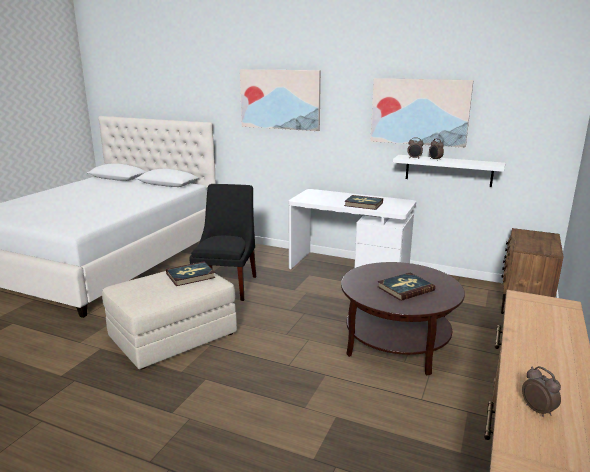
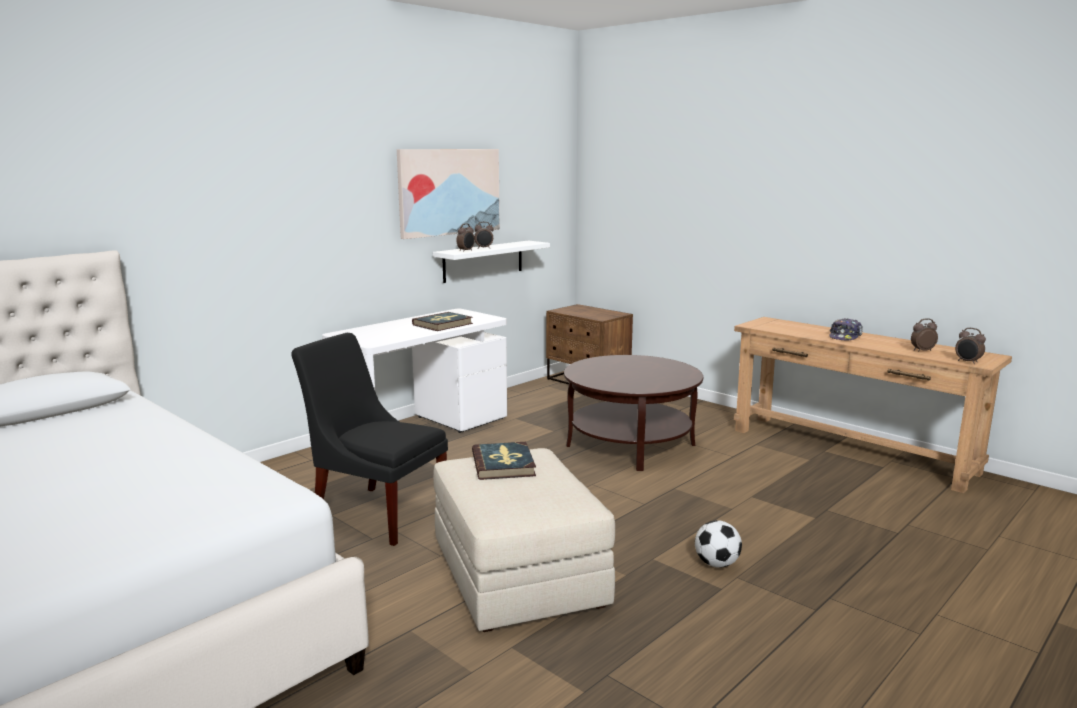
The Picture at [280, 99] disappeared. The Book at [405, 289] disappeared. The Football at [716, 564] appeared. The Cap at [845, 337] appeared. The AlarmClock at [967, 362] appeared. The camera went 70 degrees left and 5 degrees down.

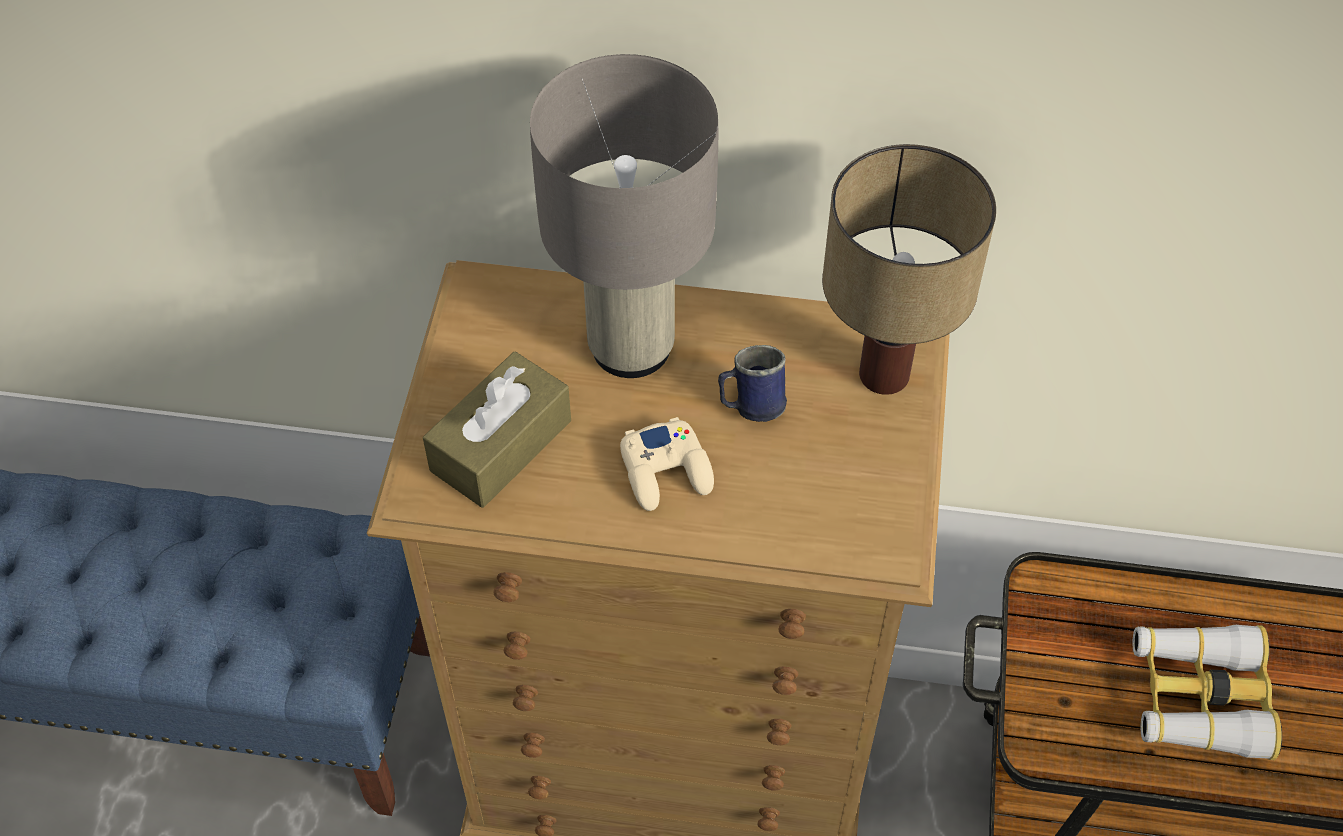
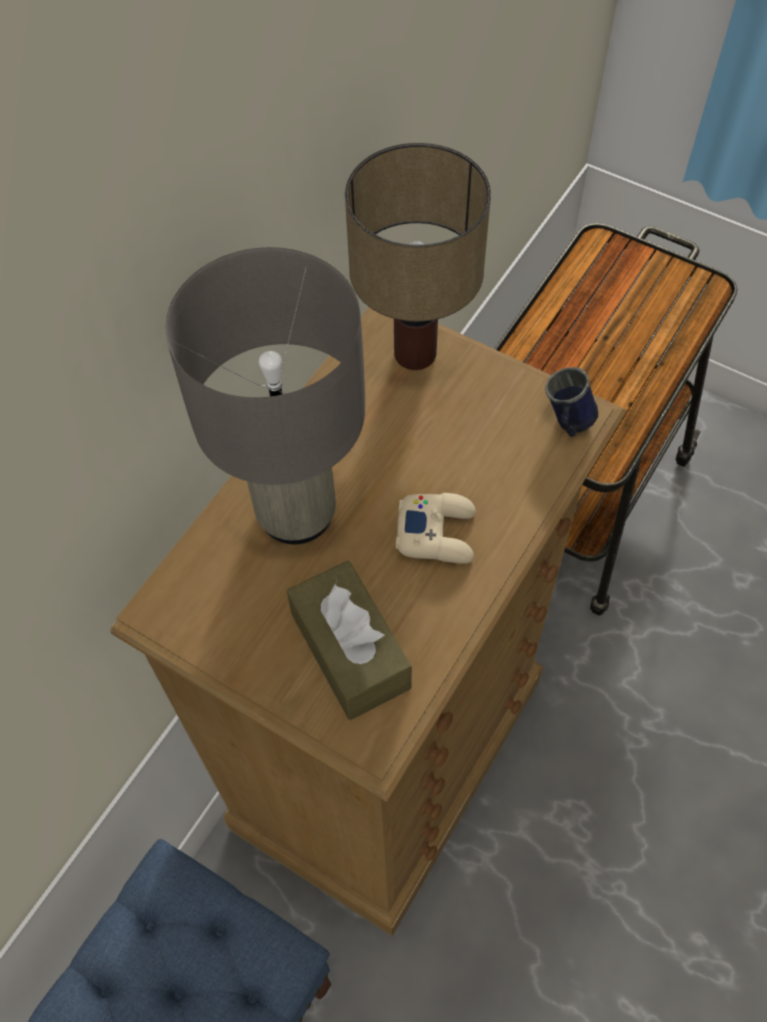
The BlueMug moved from [750, 405] to [567, 424]. The Binoculars at [1198, 698] disappeared. The camera went 65 degrees left and 5 degrees up.

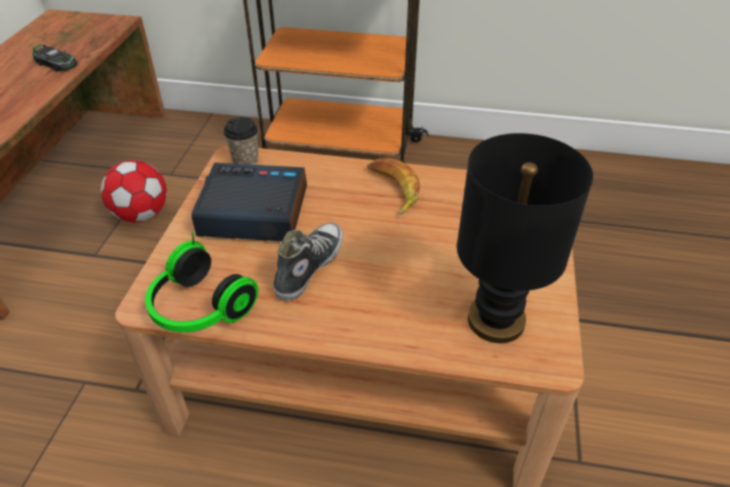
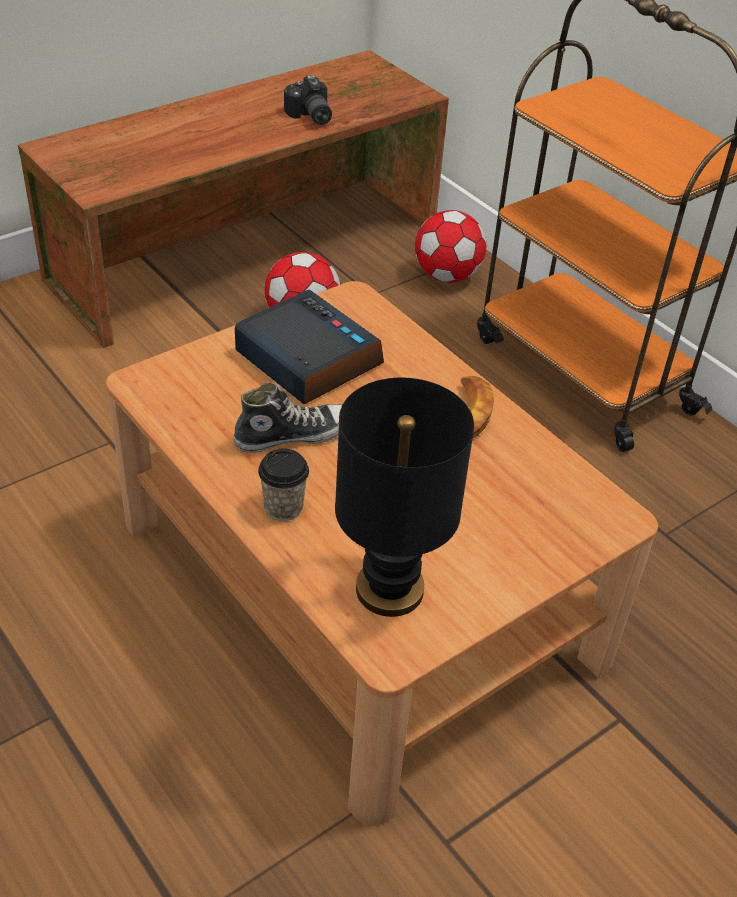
The ToyCar at [56, 63] was replaced by the PhotoCamera at [309, 117]. The Headphones at [198, 309] disappeared. The Cup moved from [245, 160] to [283, 507]. The Football at [446, 276] appeared. The camera went 40 degrees right and 0 degrees up.

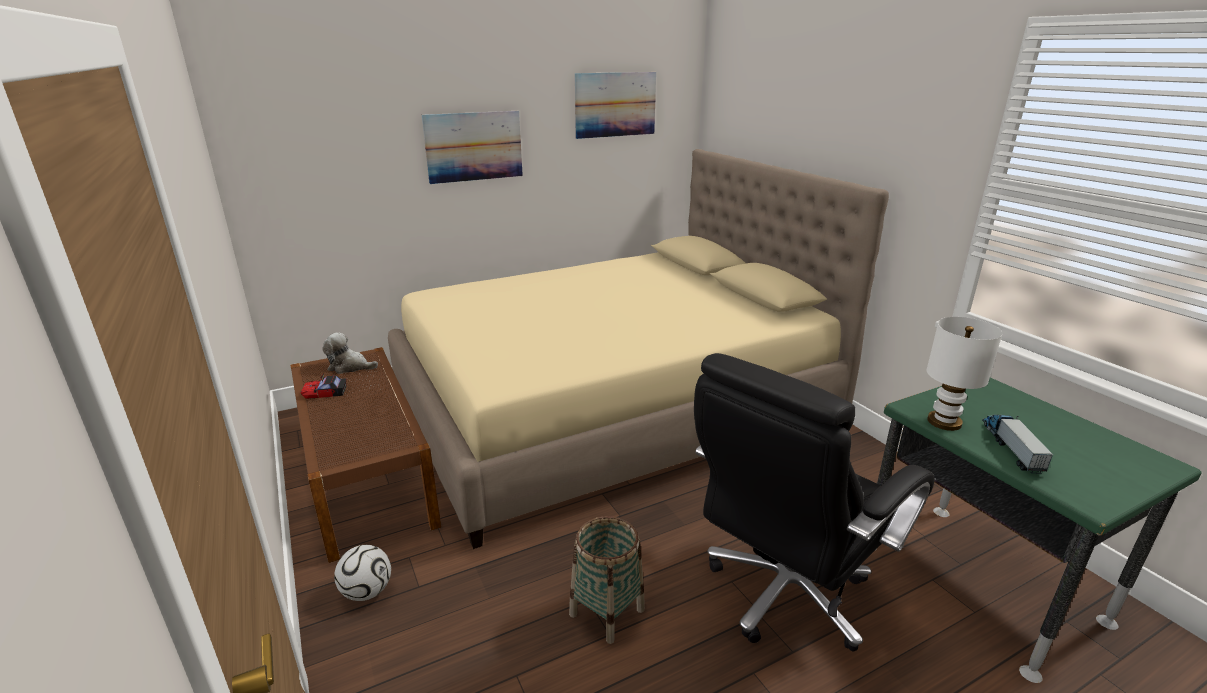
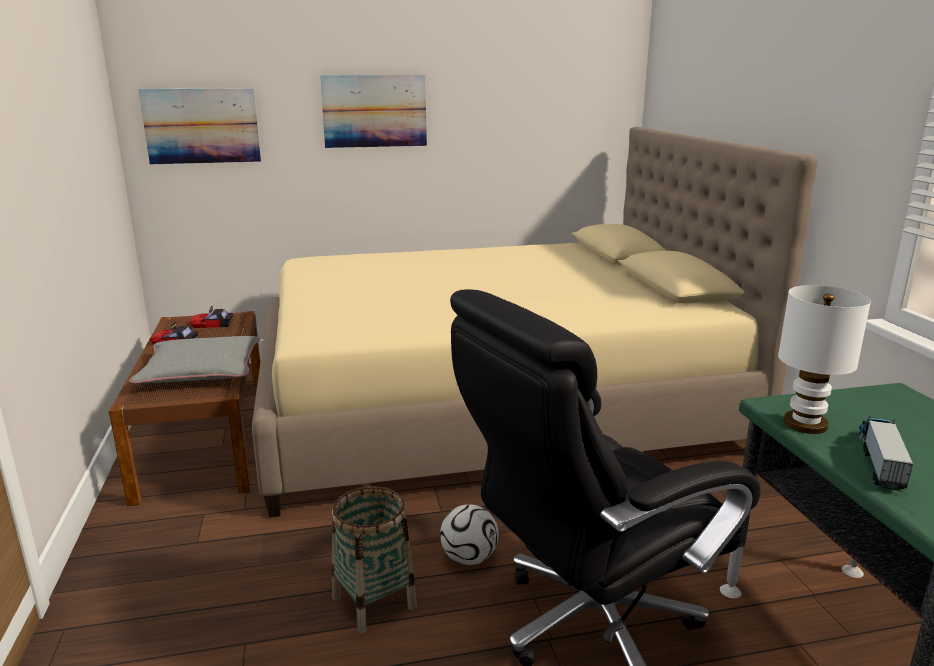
The PlushToy at [350, 367] was replaced by the ToyCar at [212, 324]. The Football moved from [367, 591] to [469, 558]. The Picture moved from [615, 104] to [201, 126]. The GreyPillow at [201, 370] appeared. The camera went 15 degrees right and 5 degrees down.

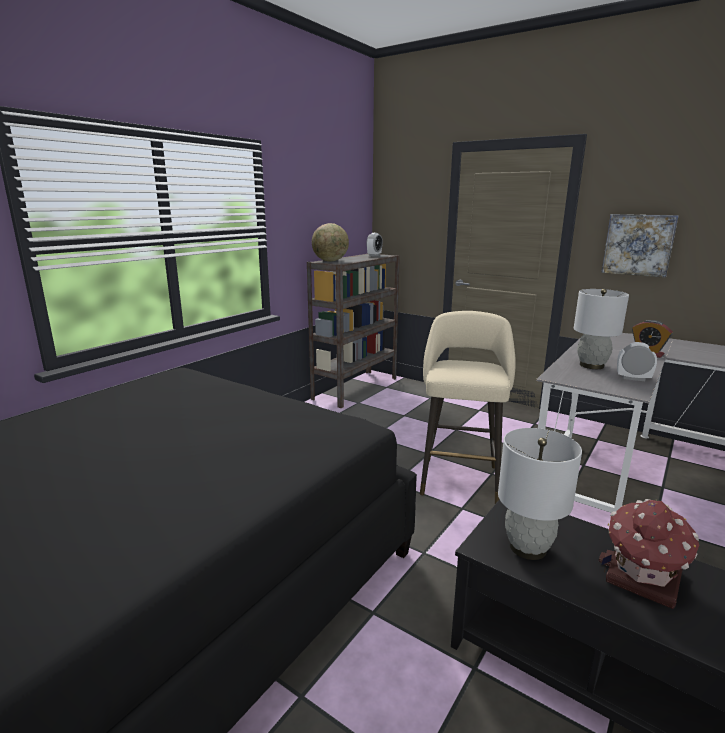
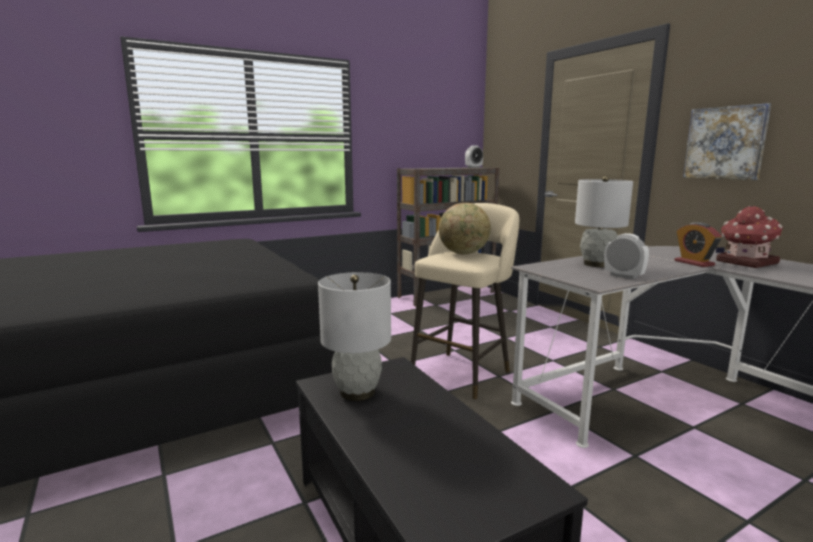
The Globe moved from [330, 261] to [464, 254]. The ToyHouse moved from [642, 577] to [745, 262]. The camera went 25 degrees right and 5 degrees down.

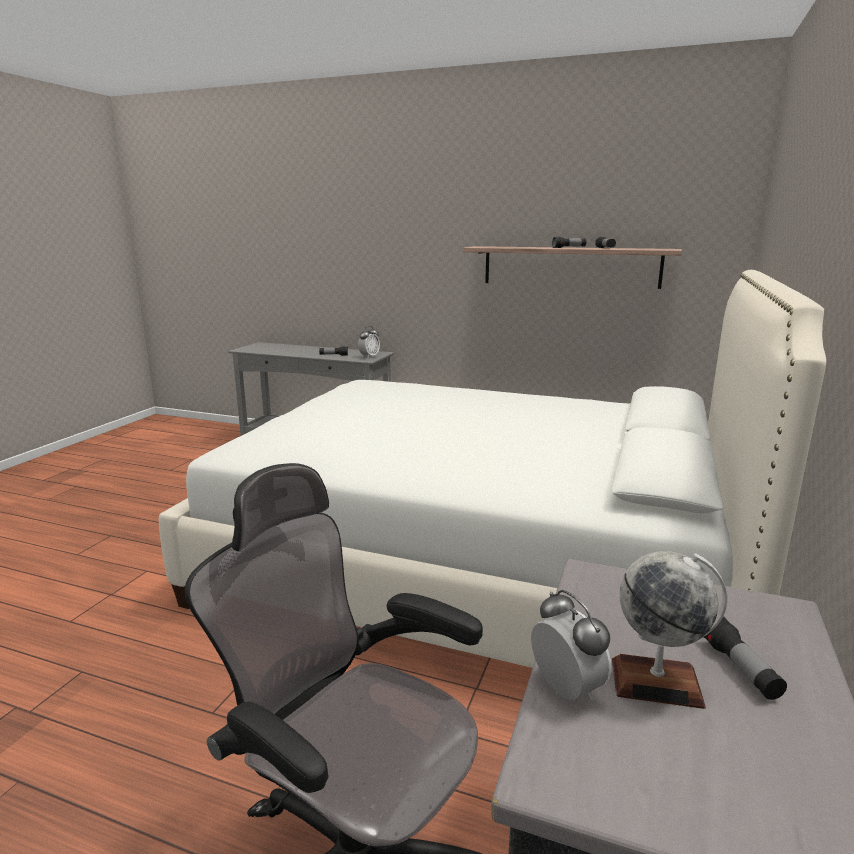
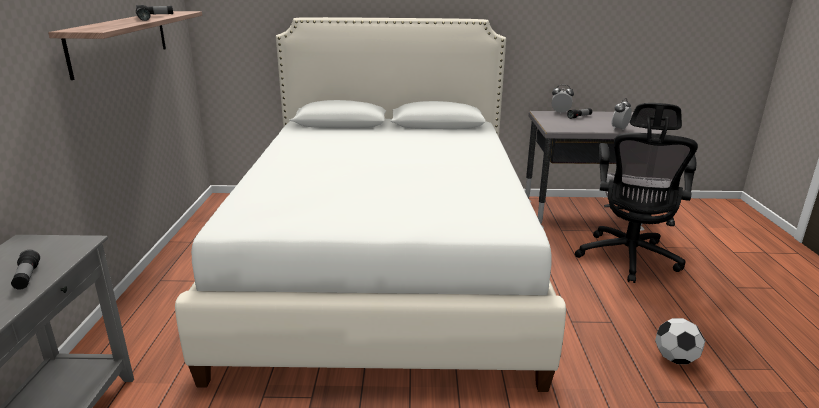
The AlarmClock moved from [369, 356] to [560, 112]. The Globe at [656, 682] disappeared. The Football at [675, 359] appeared. The camera went 110 degrees left and 5 degrees up.

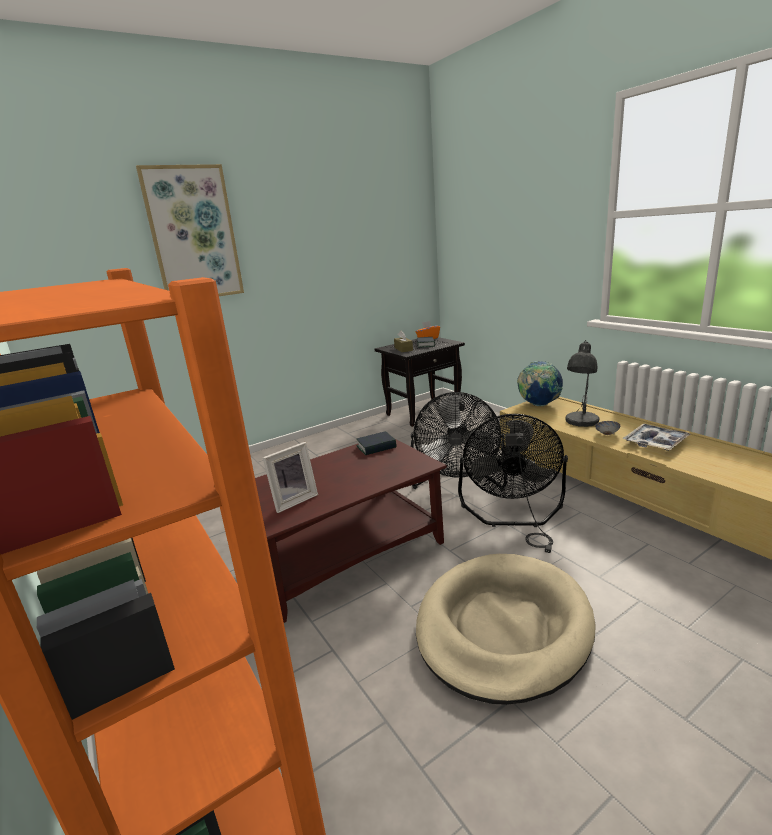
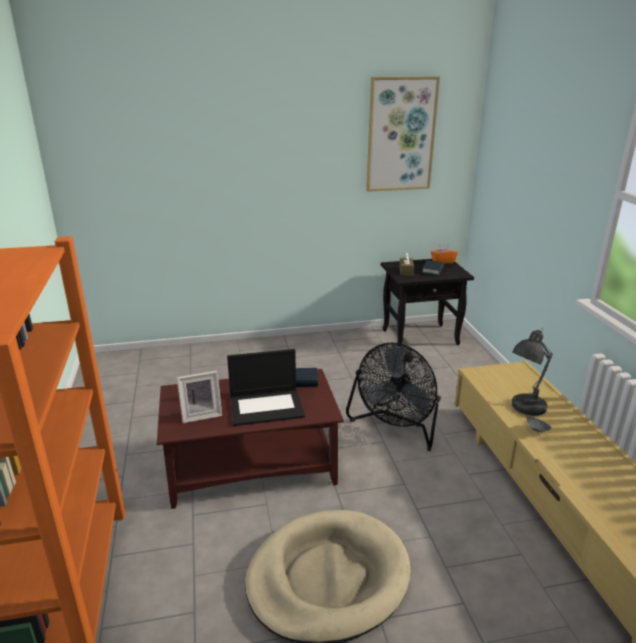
The Picture moved from [193, 234] to [401, 135]. The BlackFan at [516, 518] disappeared. The Globe at [538, 405] disappeared. The Tray at [655, 442] disappeared. The Laptop at [267, 406] appeared. The camera went 20 degrees right and 5 degrees up.

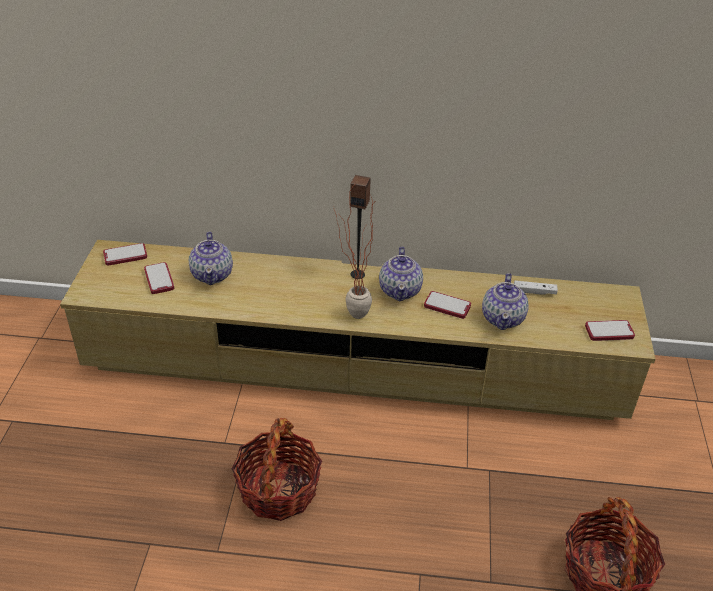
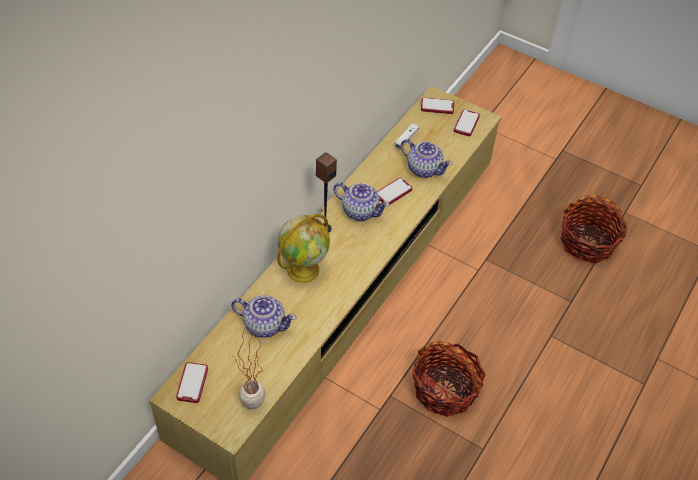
The Phone moved from [159, 279] to [437, 106]. The PottedPlant moved from [350, 317] to [251, 411]. The Globe at [303, 269] appeared. The camera went 65 degrees left and 10 degrees up.

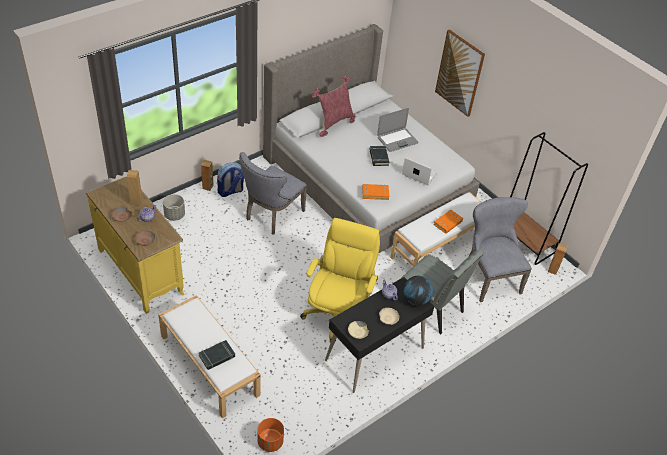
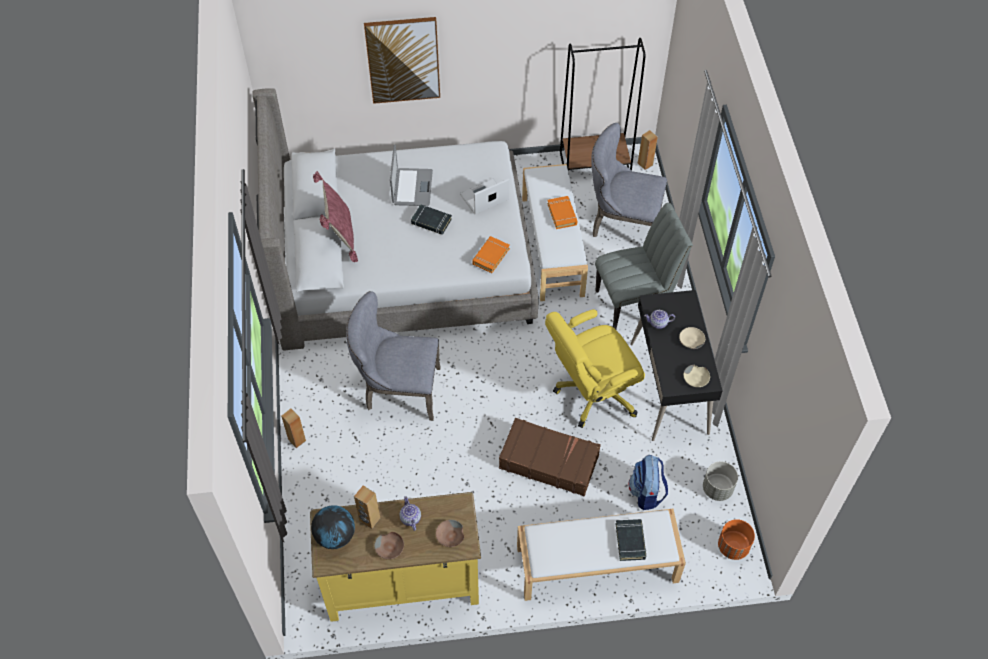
The GreyPlanter moved from [174, 215] to [717, 489]. The Backpack moved from [230, 191] to [646, 493]. The GreyChair at [271, 216] turned 120 degrees clockwise. The YellowOfficeChair at [338, 312] turned 75 degrees counterclockwise. The Globe moved from [416, 300] to [335, 536]. The BrownSuitcase at [549, 461] appeared. The camera went 55 degrees left and 10 degrees up.

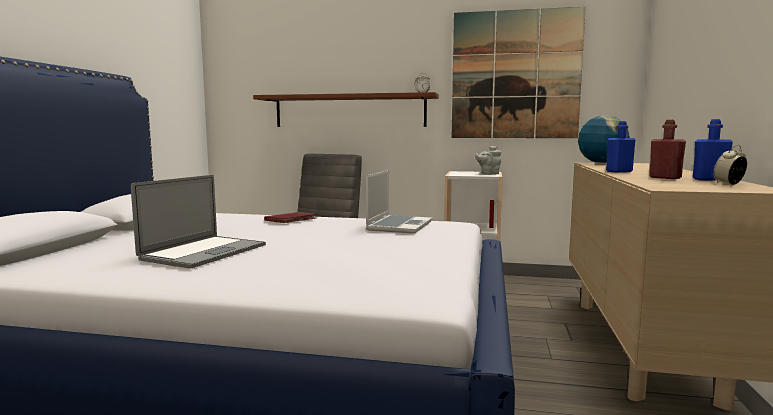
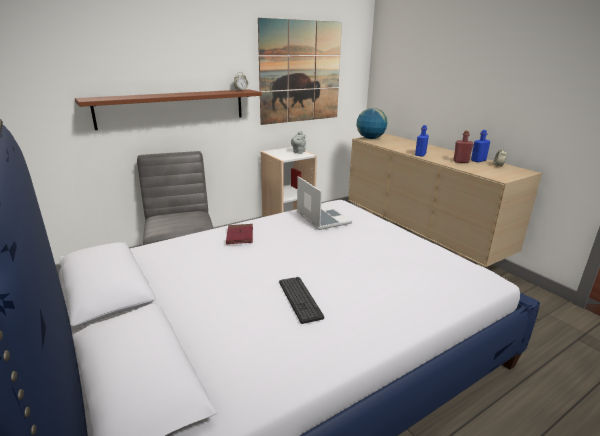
The Laptop at [204, 252] was replaced by the Keyboard at [300, 299]. The camera went 45 degrees left and 15 degrees up.

